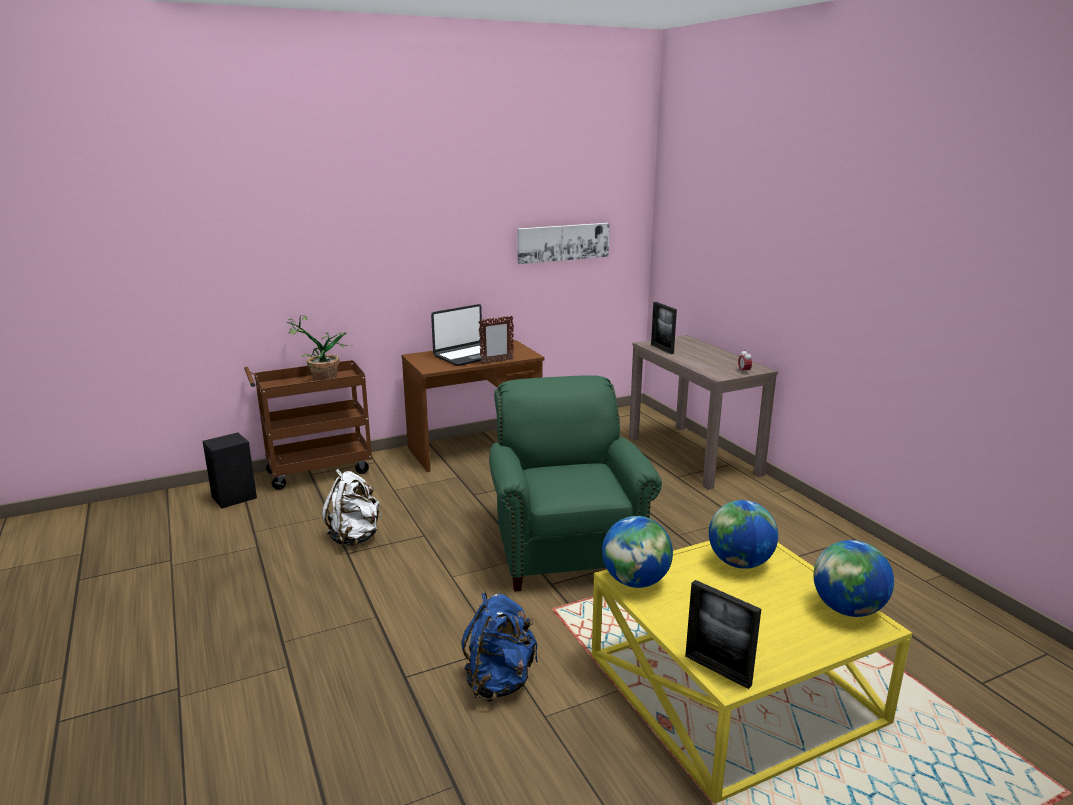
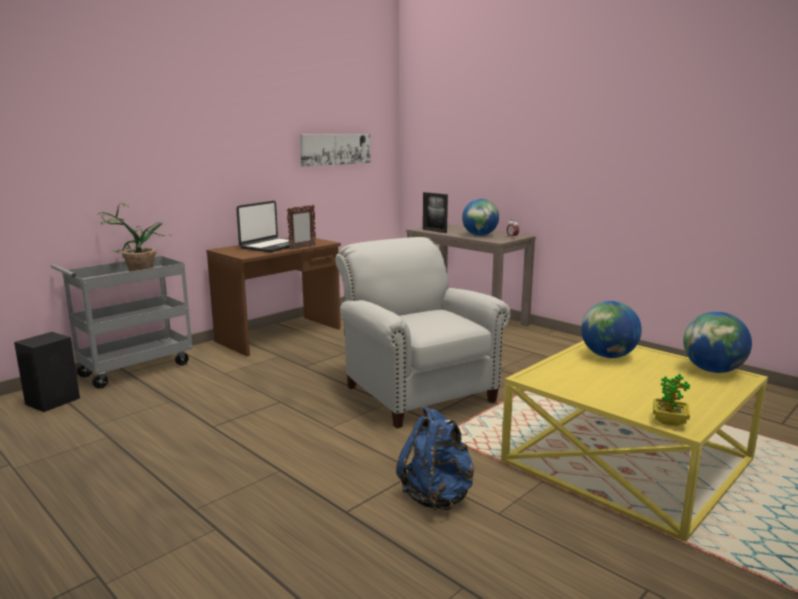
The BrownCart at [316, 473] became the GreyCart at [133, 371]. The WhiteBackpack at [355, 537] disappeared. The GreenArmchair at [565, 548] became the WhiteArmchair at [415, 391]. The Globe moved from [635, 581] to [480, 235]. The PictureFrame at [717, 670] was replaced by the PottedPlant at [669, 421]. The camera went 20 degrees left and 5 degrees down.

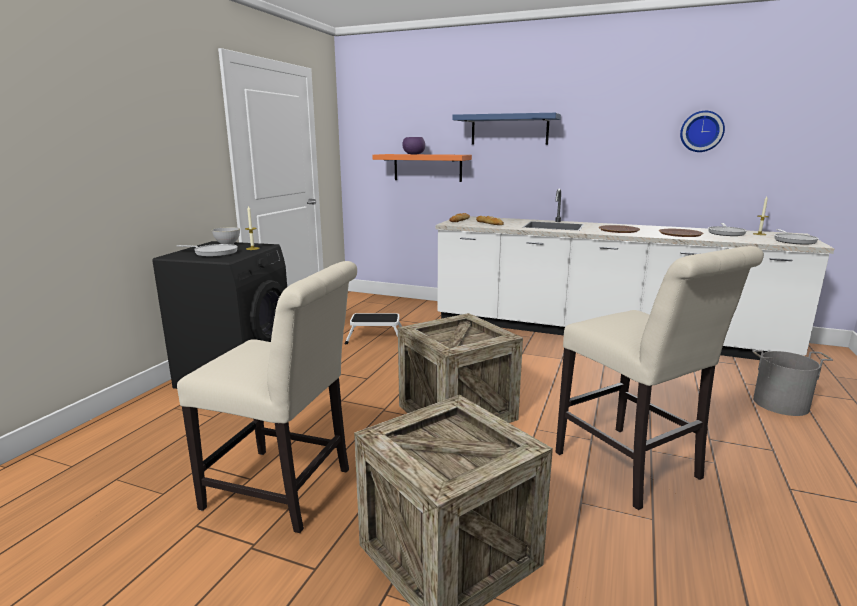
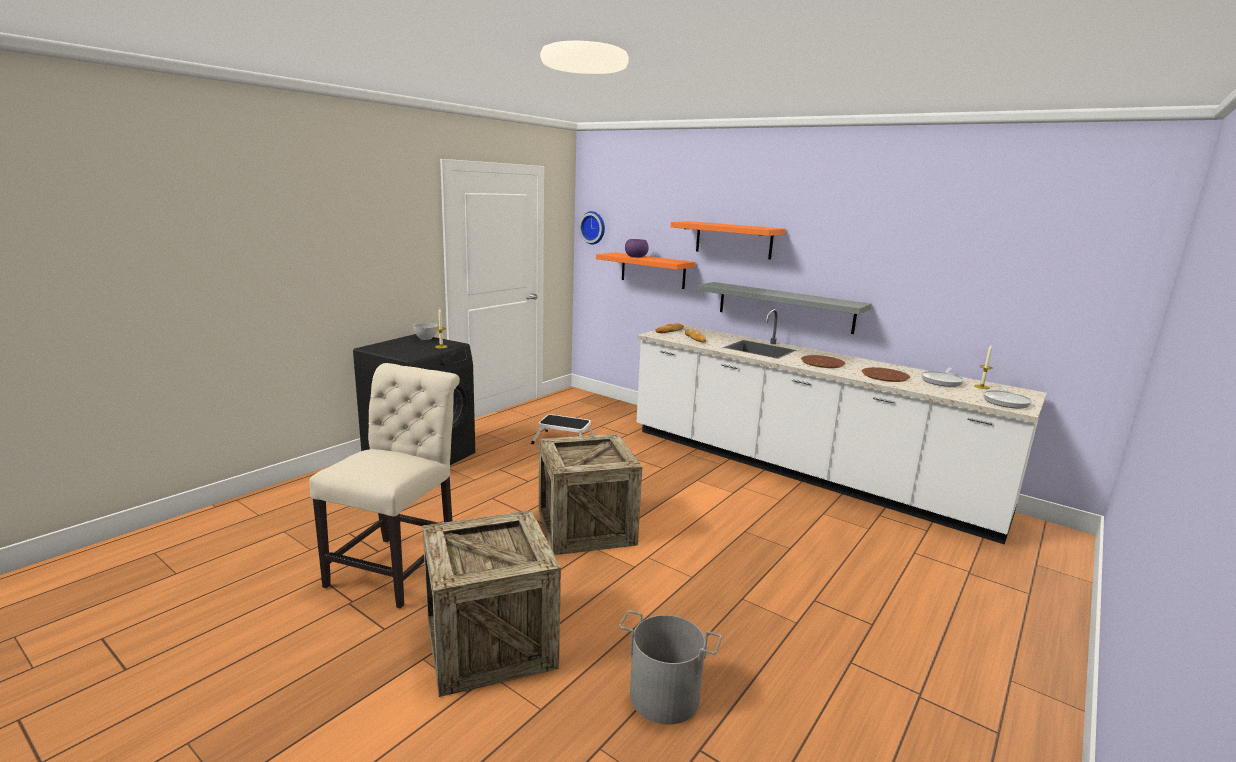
The FryingPan at [214, 253] disappeared. The BeigeChair at [286, 491] turned 105 degrees counterclockwise. The BlueShelf at [509, 130] became the OrangeShelf at [733, 240]. The BeigeStool at [632, 470] disappeared. The WallClock moved from [701, 131] to [593, 227]. The GreyBucket moved from [781, 404] to [664, 697]. The GreyShelf at [784, 307] appeared. The camera went 15 degrees right and 0 degrees up.

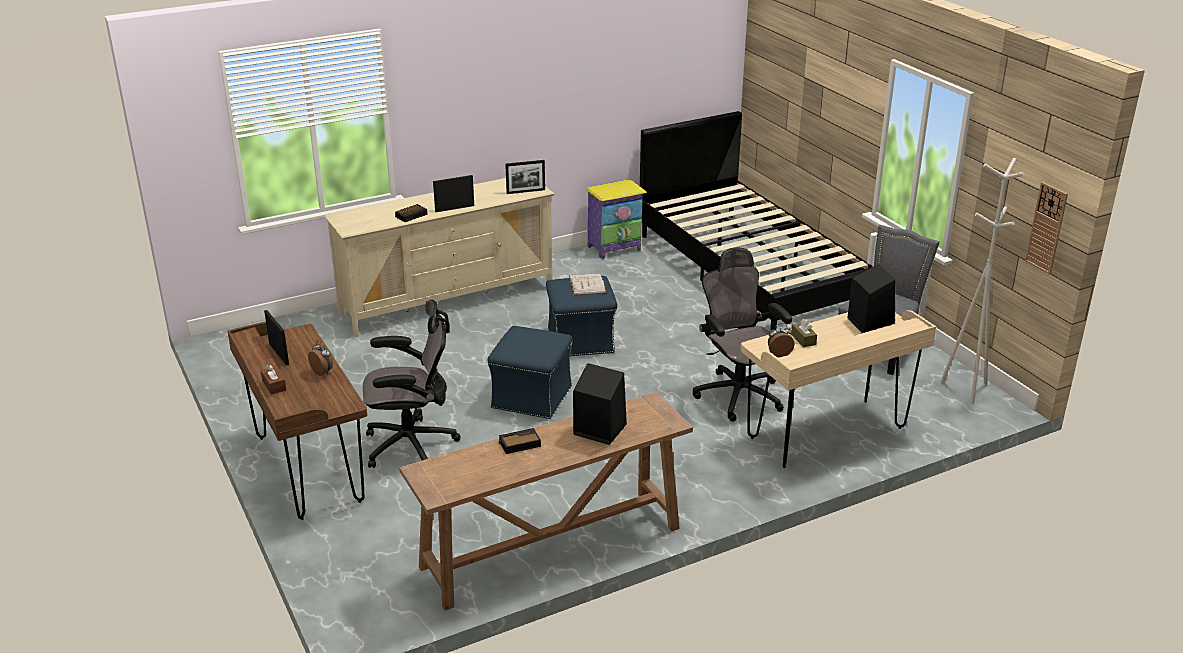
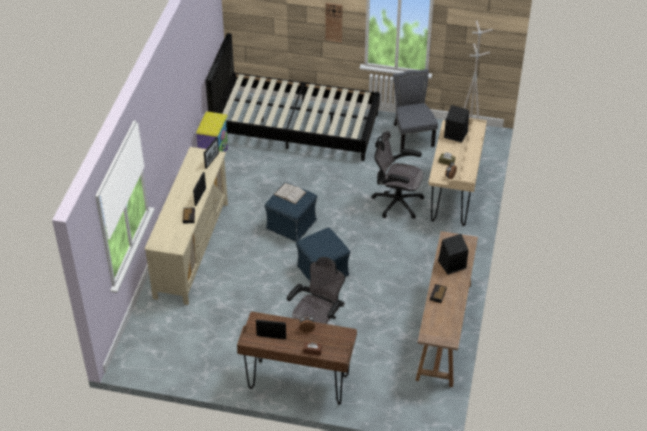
The WallClock moved from [1047, 228] to [334, 22]. The camera went 50 degrees left and 15 degrees up.

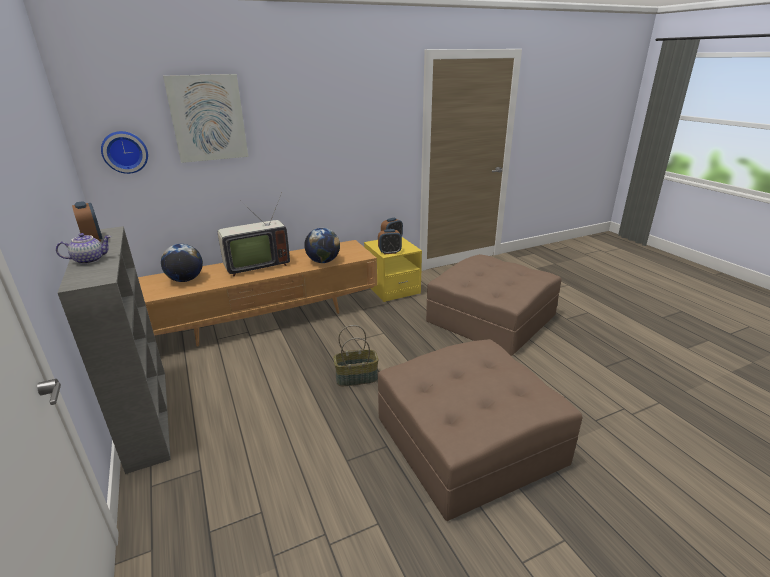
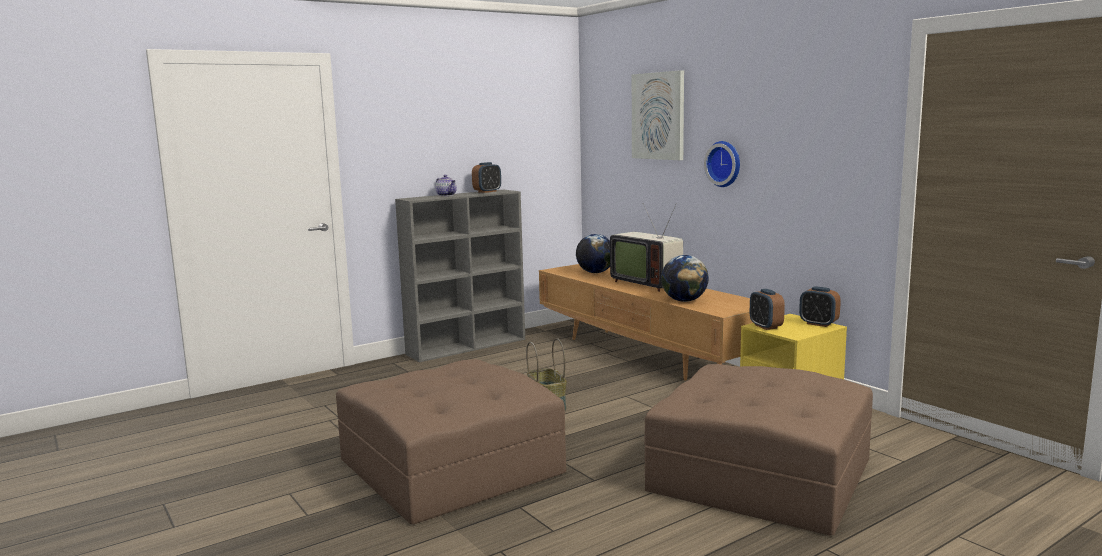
The WallClock moved from [125, 152] to [725, 164]. The camera went 80 degrees right and 15 degrees down.

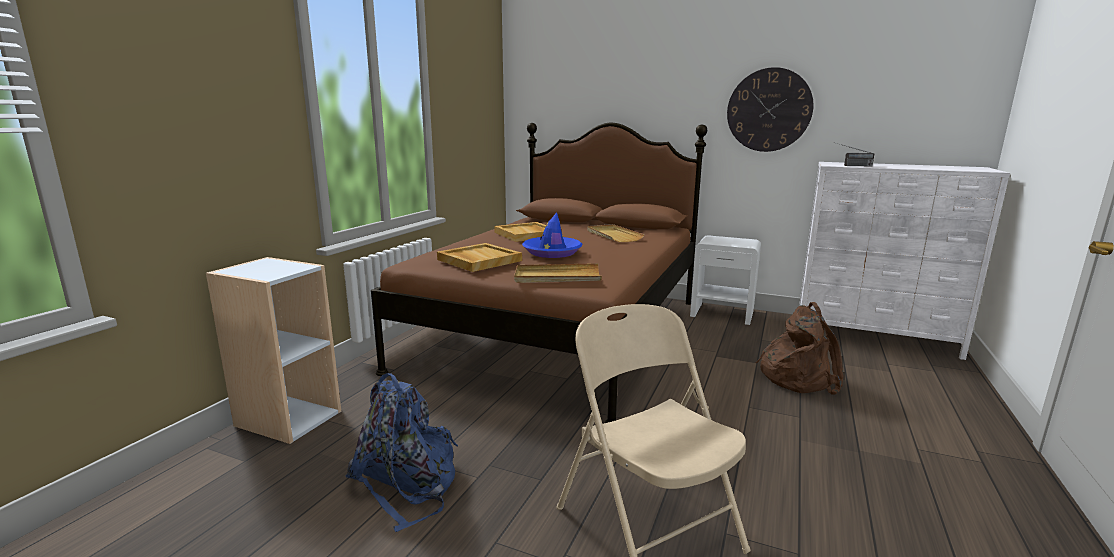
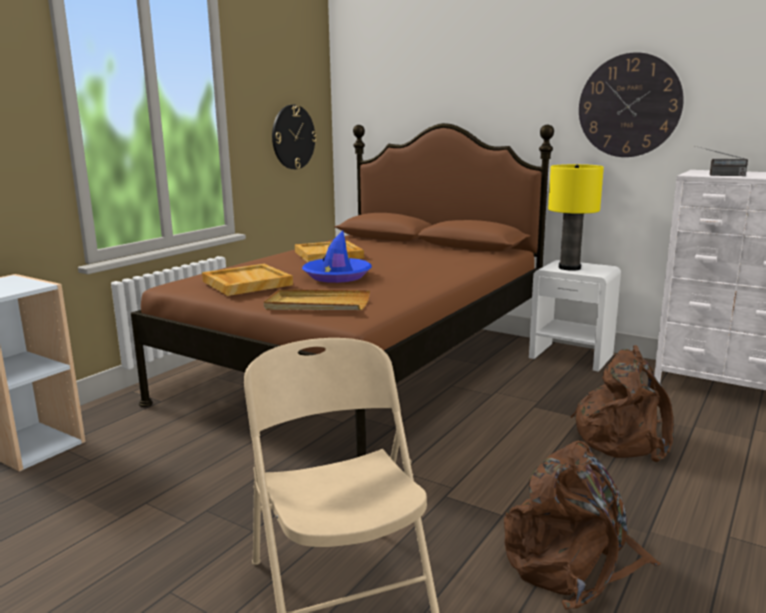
The BlueBackpack at [408, 483] disappeared. The BeigeTray at [613, 235] disappeared. The WallClock at [293, 137] appeared. The BrownBackpack at [573, 563] appeared. The YellowTableLamp at [569, 268] appeared. The camera went 10 degrees right and 0 degrees up.

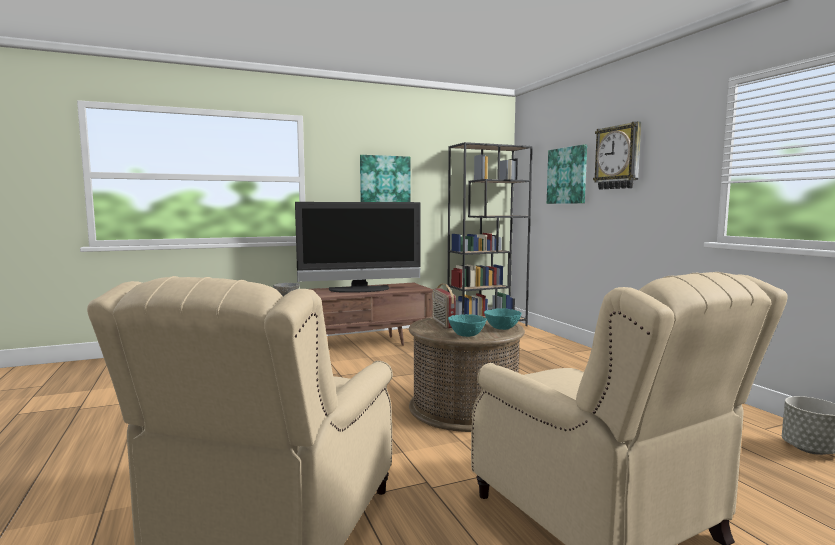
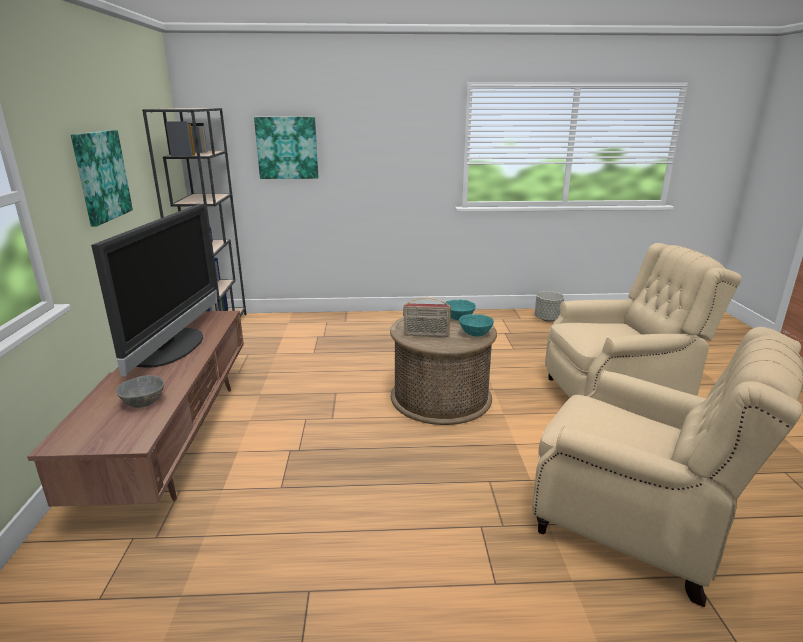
The WallClock at [618, 157] disappeared. The camera went 70 degrees left and 15 degrees up.

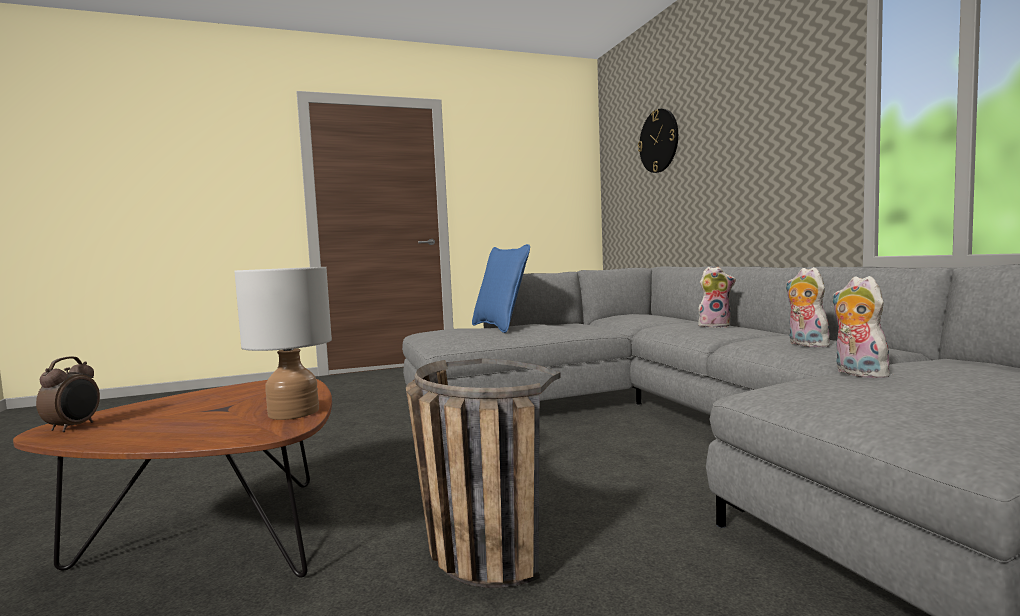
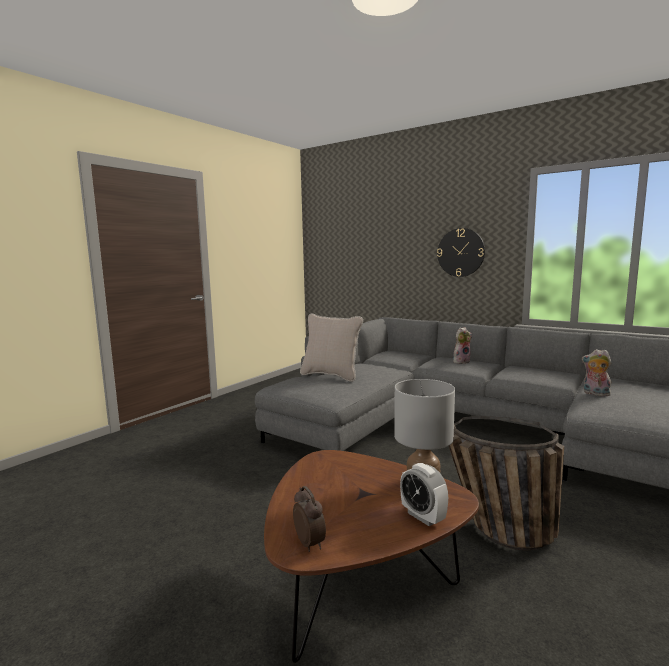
The BluePillow at [500, 327] became the BeigePillow at [331, 375]. The WallClock moved from [659, 141] to [460, 252]. The PlushToy at [805, 344] disappeared. The AlarmClock at [423, 516] appeared. The camera went 35 degrees left and 5 degrees up.

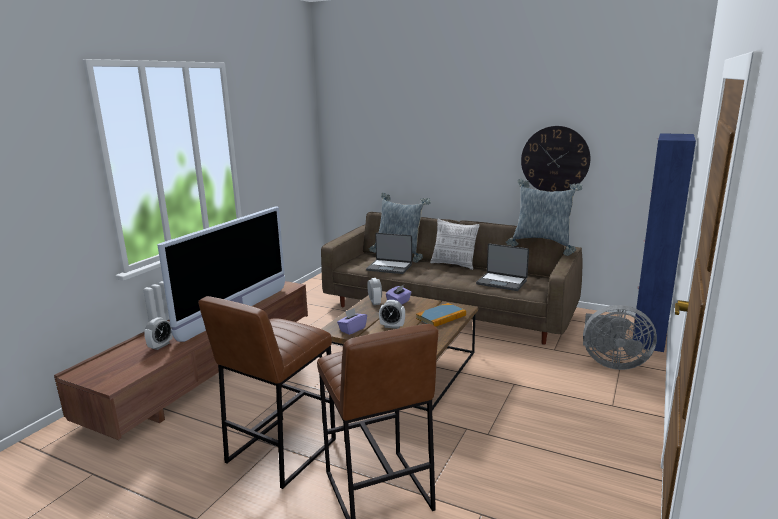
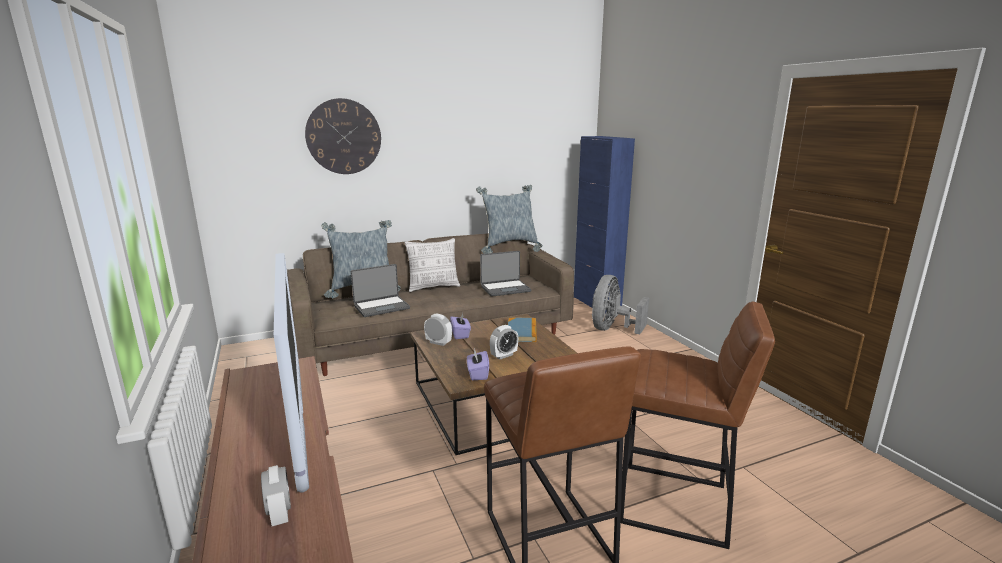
The WallClock moved from [555, 160] to [343, 137]. The GreyFan at [612, 363] turned 150 degrees clockwise. The camera went 50 degrees left and 0 degrees up.

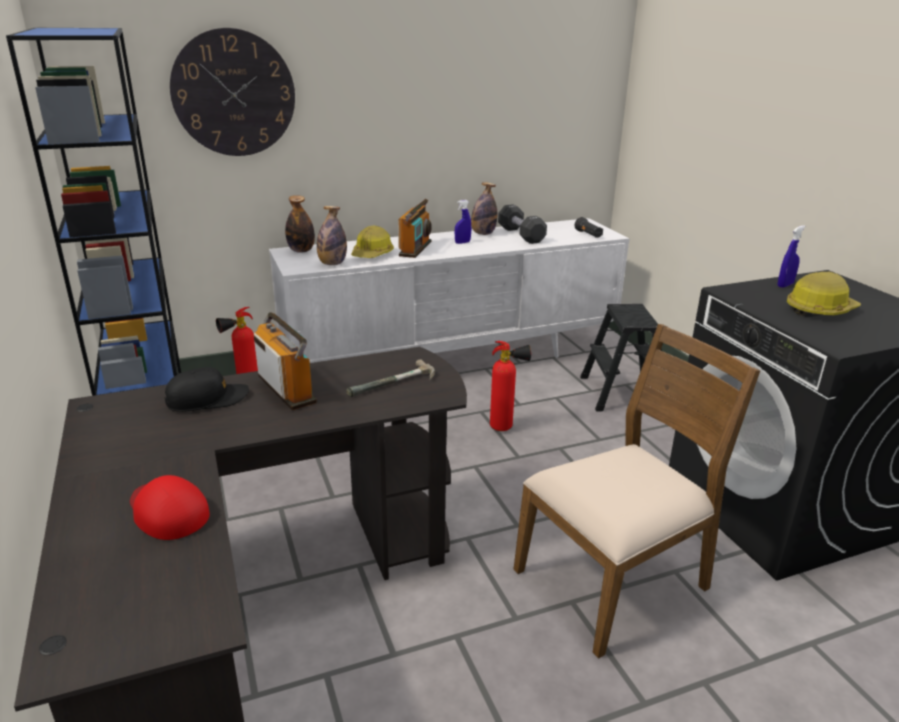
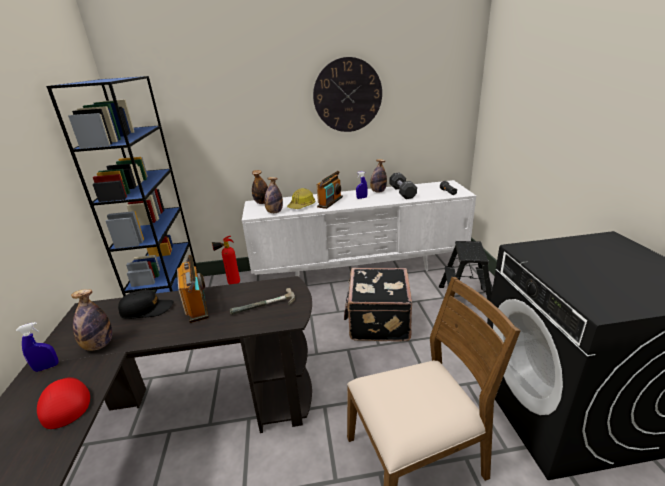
The WallClock moved from [234, 93] to [347, 95]. The FireExtinguisher at [506, 427] was replaced by the BlackSuitcase at [377, 321]. The BlueSprayBottle moved from [785, 285] to [47, 367]. The HardHat at [820, 310] disappeared. The Bottle at [99, 345] appeared. The camera went 15 degrees right and 0 degrees up.

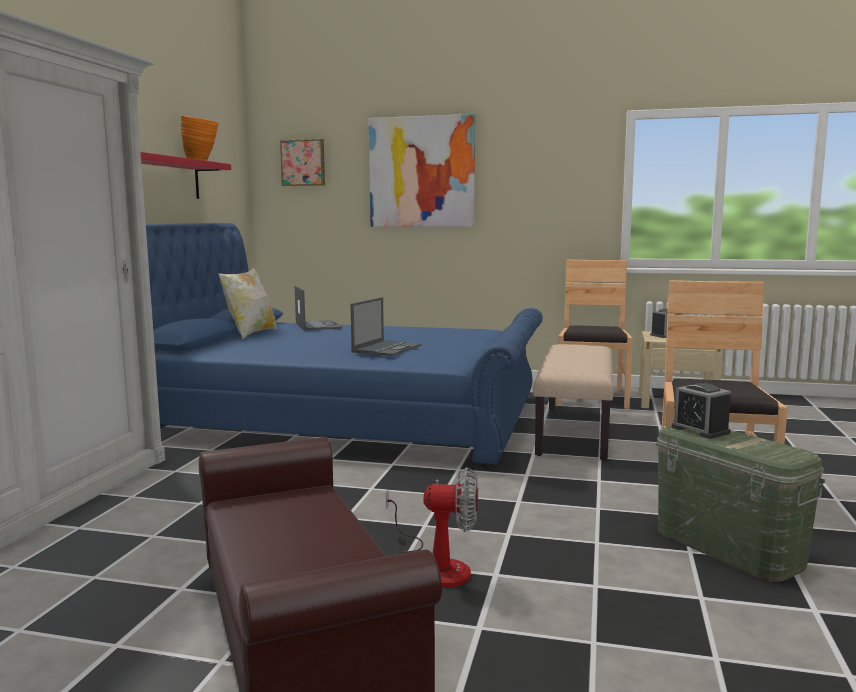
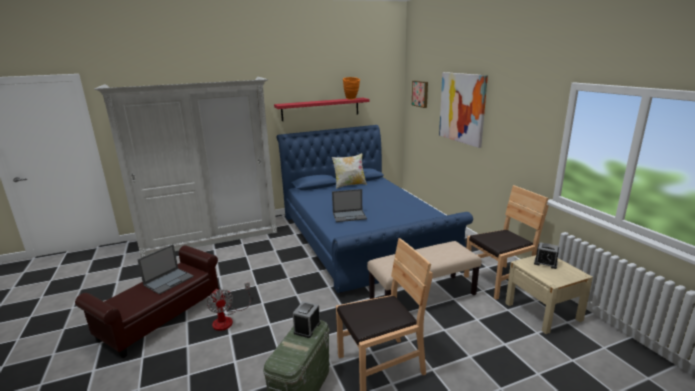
The Laptop moved from [317, 325] to [169, 280]. The camera went 55 degrees right and 10 degrees up.

